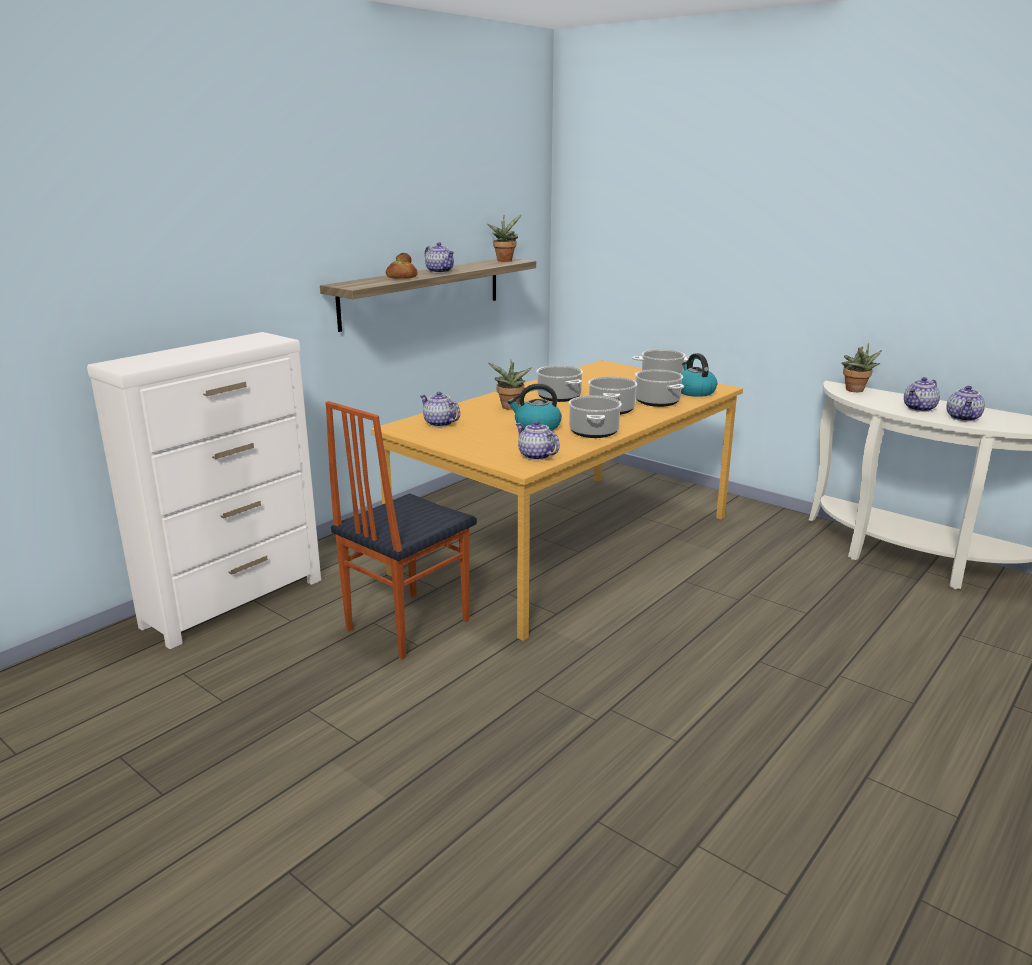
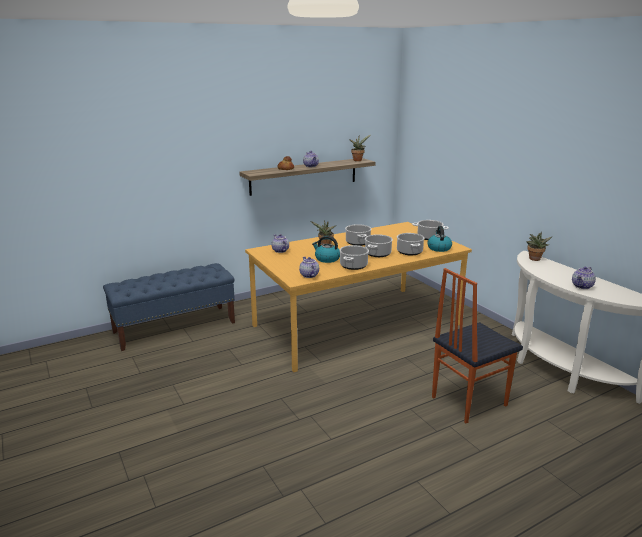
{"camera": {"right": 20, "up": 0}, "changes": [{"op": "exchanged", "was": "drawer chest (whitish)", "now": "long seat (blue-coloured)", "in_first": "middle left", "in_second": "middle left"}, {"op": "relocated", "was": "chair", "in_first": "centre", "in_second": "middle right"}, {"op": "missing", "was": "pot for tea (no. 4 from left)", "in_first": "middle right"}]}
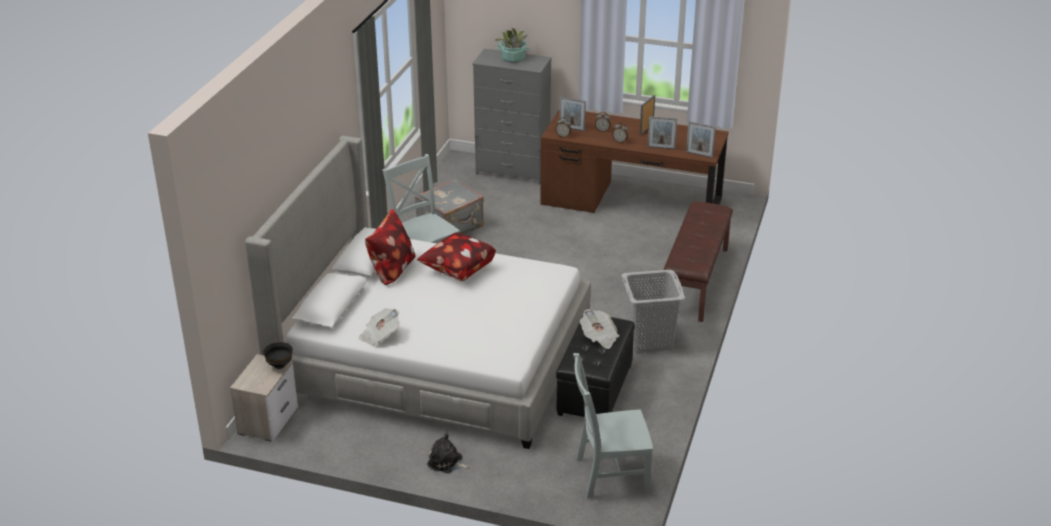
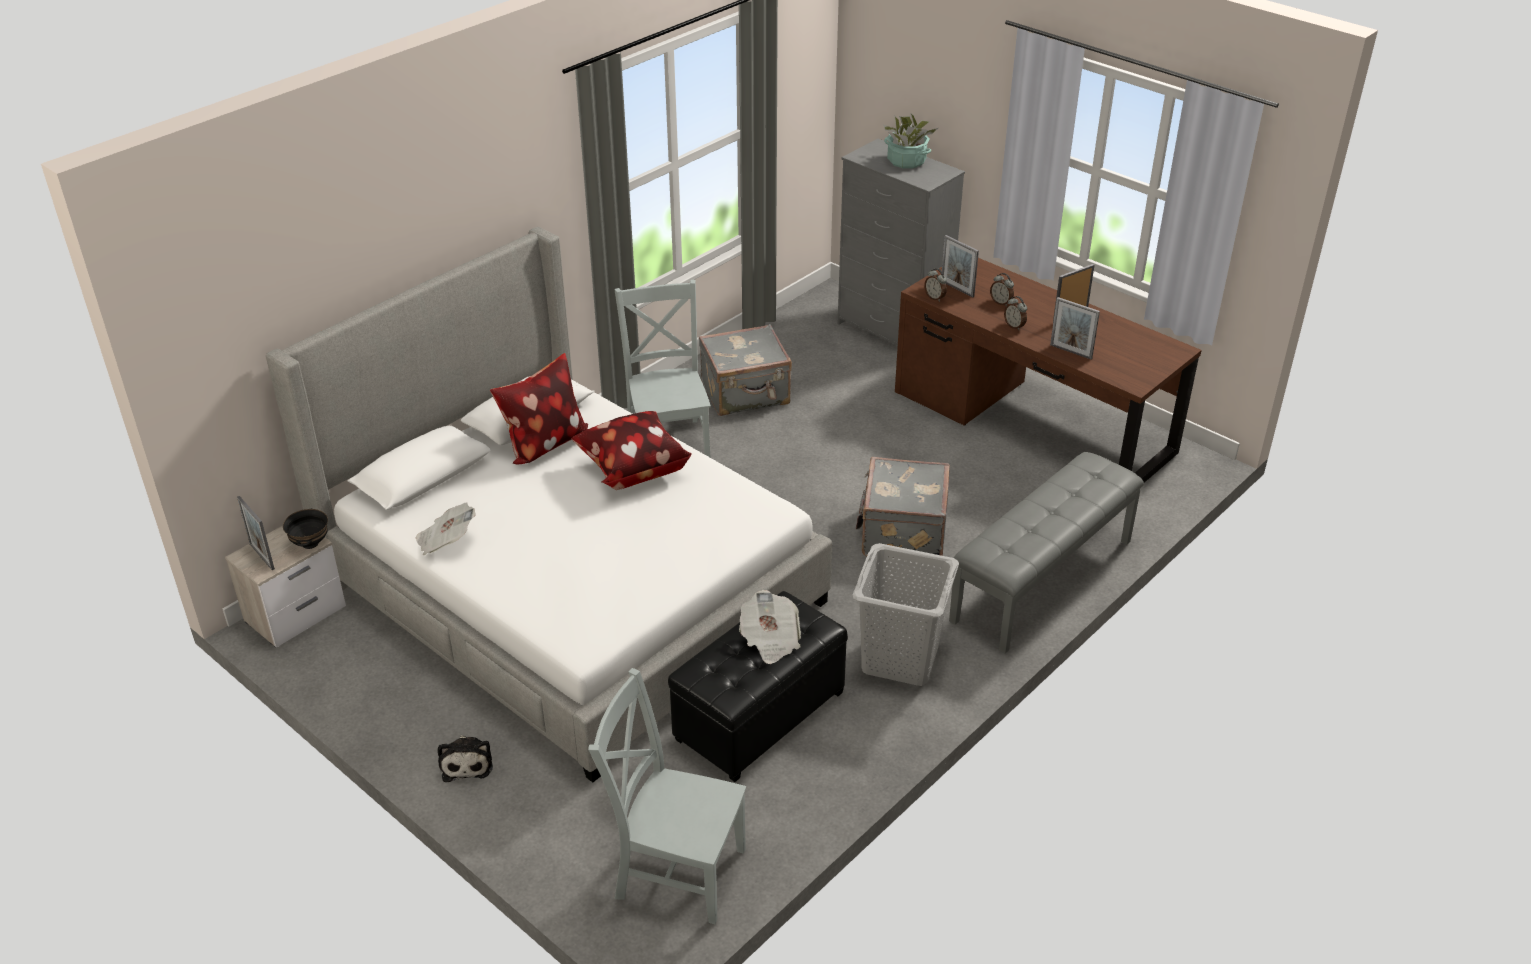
{"camera": {"right": 25, "up": 5}, "changes": [{"op": "relocated", "was": "picture frame (no. 4 from left in the first image)", "now": "picture frame (no. 1 from left)", "in_first": "top right", "in_second": "middle left"}, {"op": "spun", "was": "plush toy", "in_first": "bottom centre", "in_second": "bottom left", "clockwise": -150}, {"op": "appeared", "now": "travel case (gray) (no. 2 from left)", "in_second": "centre"}, {"op": "colour", "was": "long seat (brownish)", "now": "long seat (gray)", "in_first": "centre", "in_second": "middle right"}]}
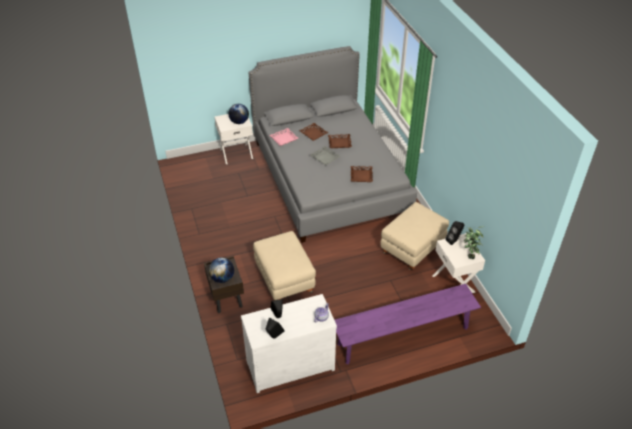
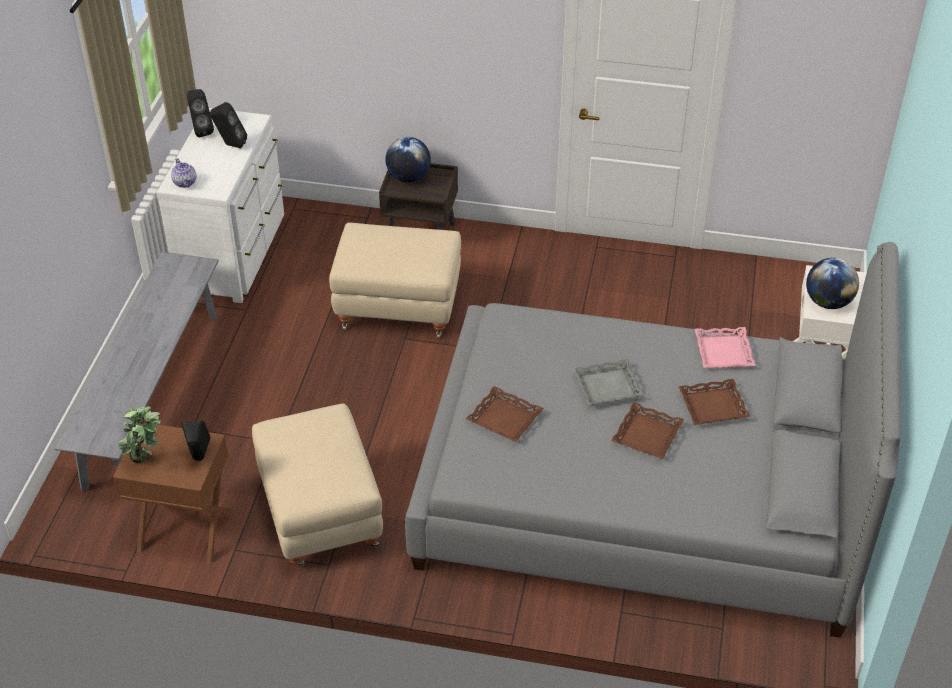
{"camera": {"right": 120, "up": 0}, "changes": [{"op": "colour", "was": "long seat (purple)", "now": "long seat (gray)", "in_first": "bottom centre", "in_second": "middle left"}, {"op": "colour", "was": "nightstand (whitish) (no. 2 from left)", "now": "nightstand (brownish) (no. 1 from left)", "in_first": "middle right", "in_second": "bottom left"}]}
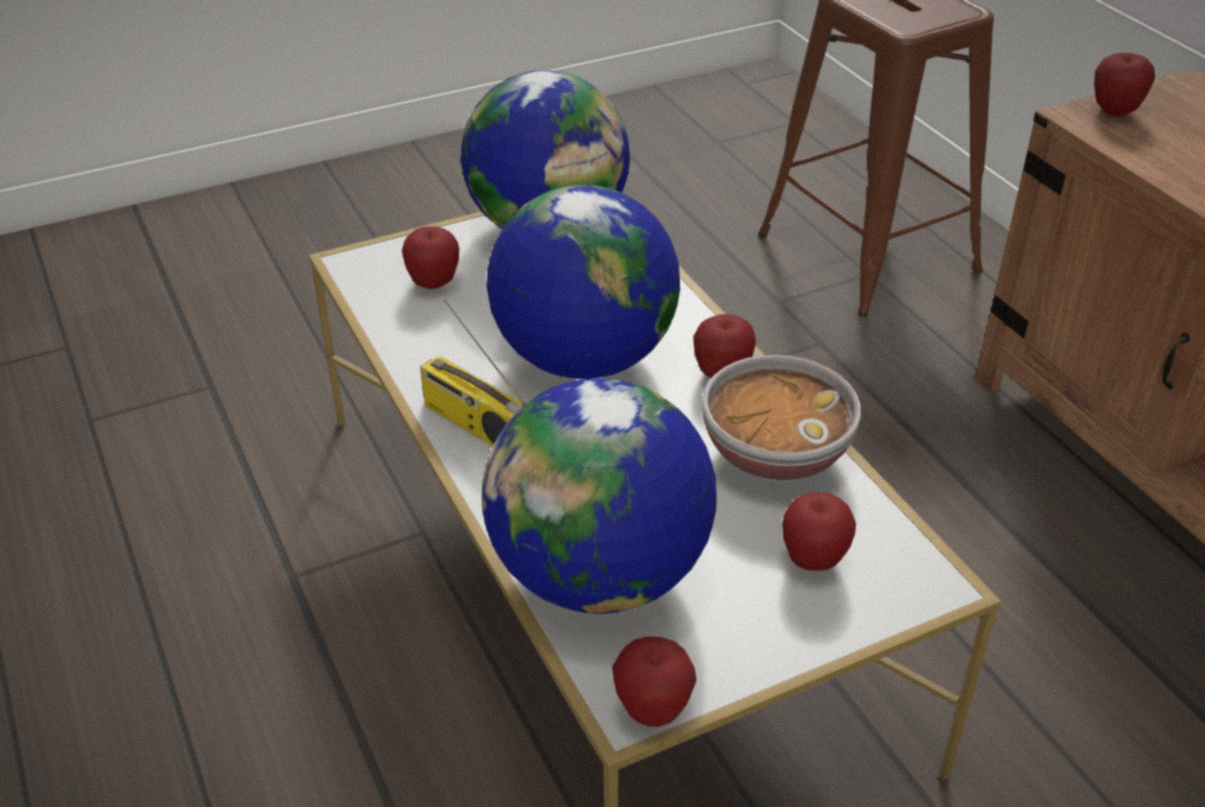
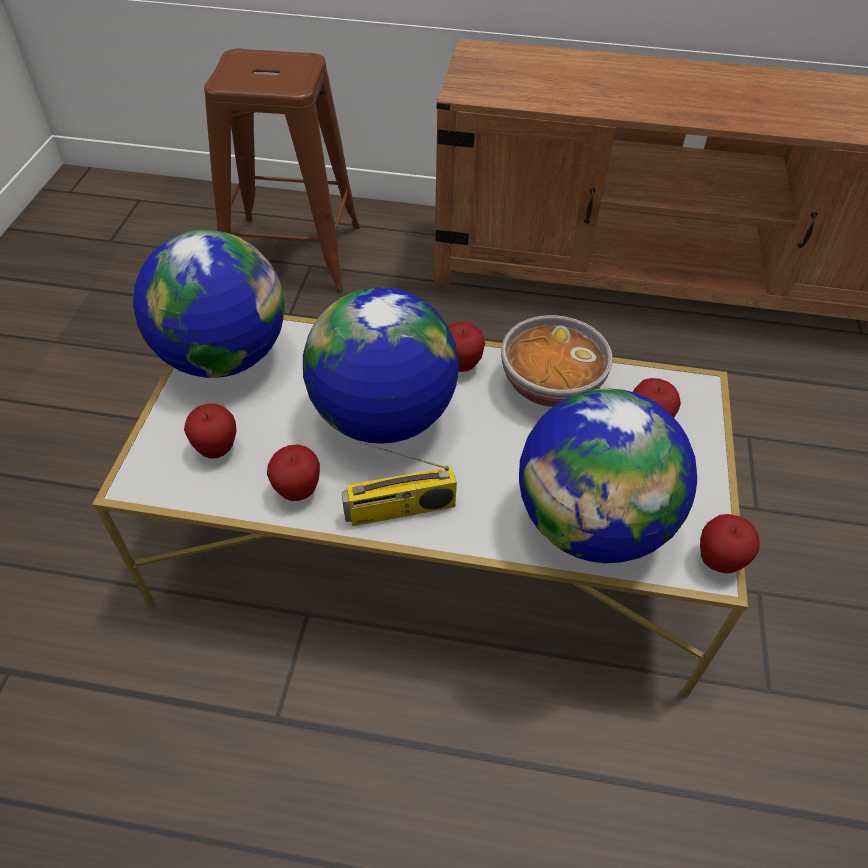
{"camera": {"right": -55, "up": 10}, "changes": [{"op": "relocated", "was": "whole apple (no. 5 from left in the first image)", "now": "whole apple (no. 2 from left)", "in_first": "top right", "in_second": "centre"}]}
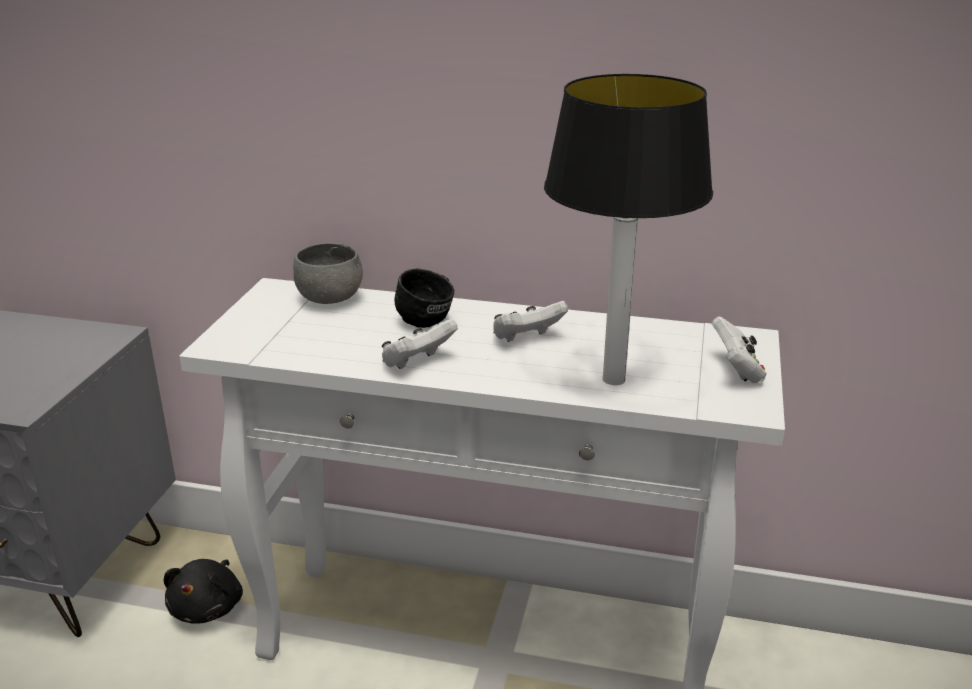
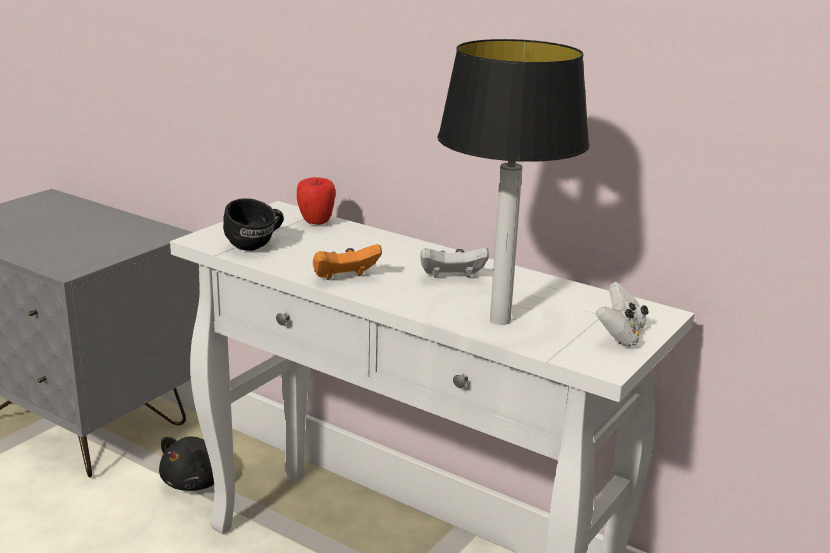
{"camera": {"right": 20, "up": -5}, "changes": [{"op": "relocated", "was": "mug (black-coloured)", "in_first": "centre", "in_second": "middle left"}, {"op": "exchanged", "was": "serving bowl (gray)", "now": "whole apple", "in_first": "centre", "in_second": "centre"}, {"op": "colour", "was": "game controller (whitish) (no. 1 from left)", "now": "game controller (orange)", "in_first": "centre", "in_second": "centre"}]}
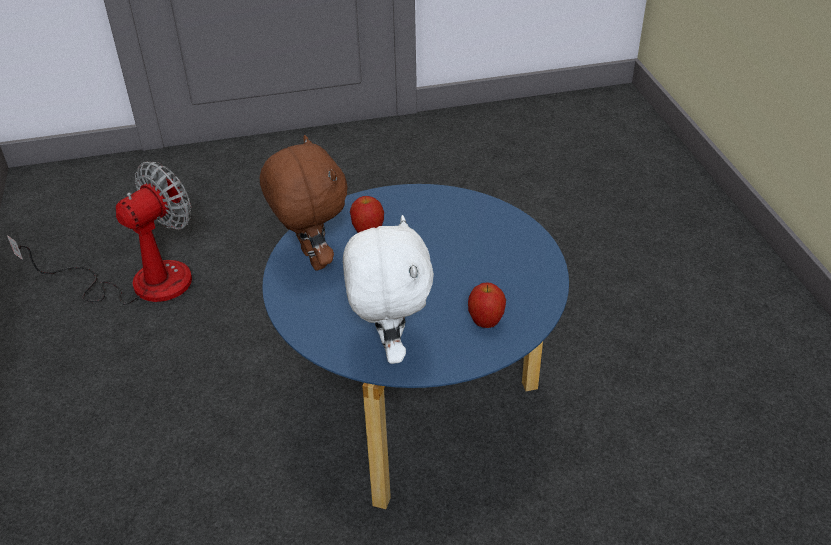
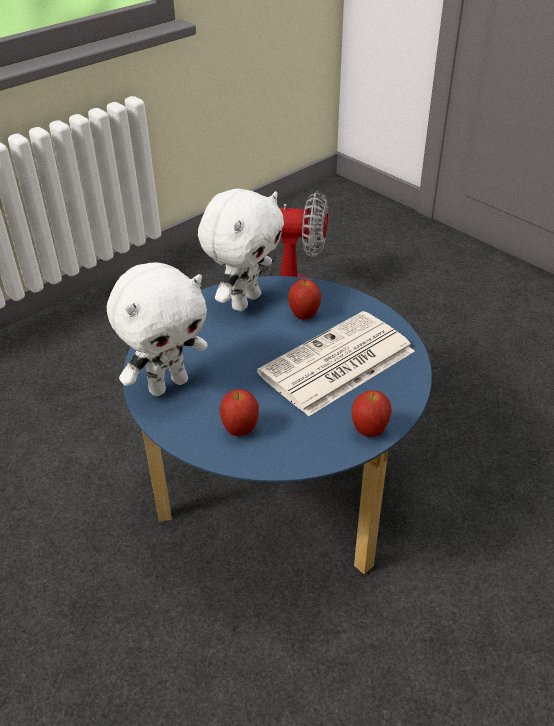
{"camera": {"right": 60, "up": 0}, "changes": [{"op": "colour", "was": "plush toy (brownish)", "now": "plush toy (whitish) (no. 2 from left)", "in_first": "centre", "in_second": "centre"}, {"op": "appeared", "now": "printed paper", "in_second": "centre"}, {"op": "appeared", "now": "whole apple (no. 3 from left)", "in_second": "middle right"}]}
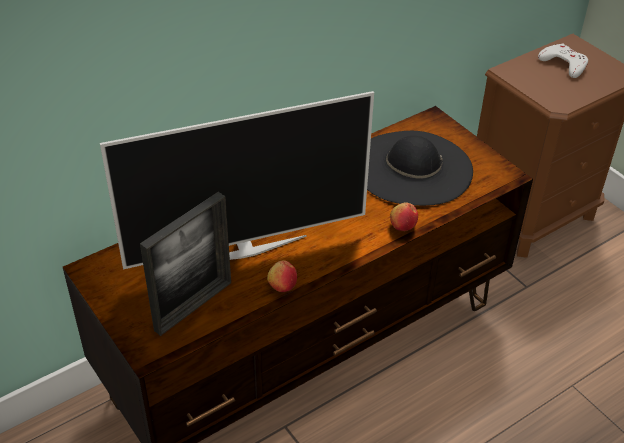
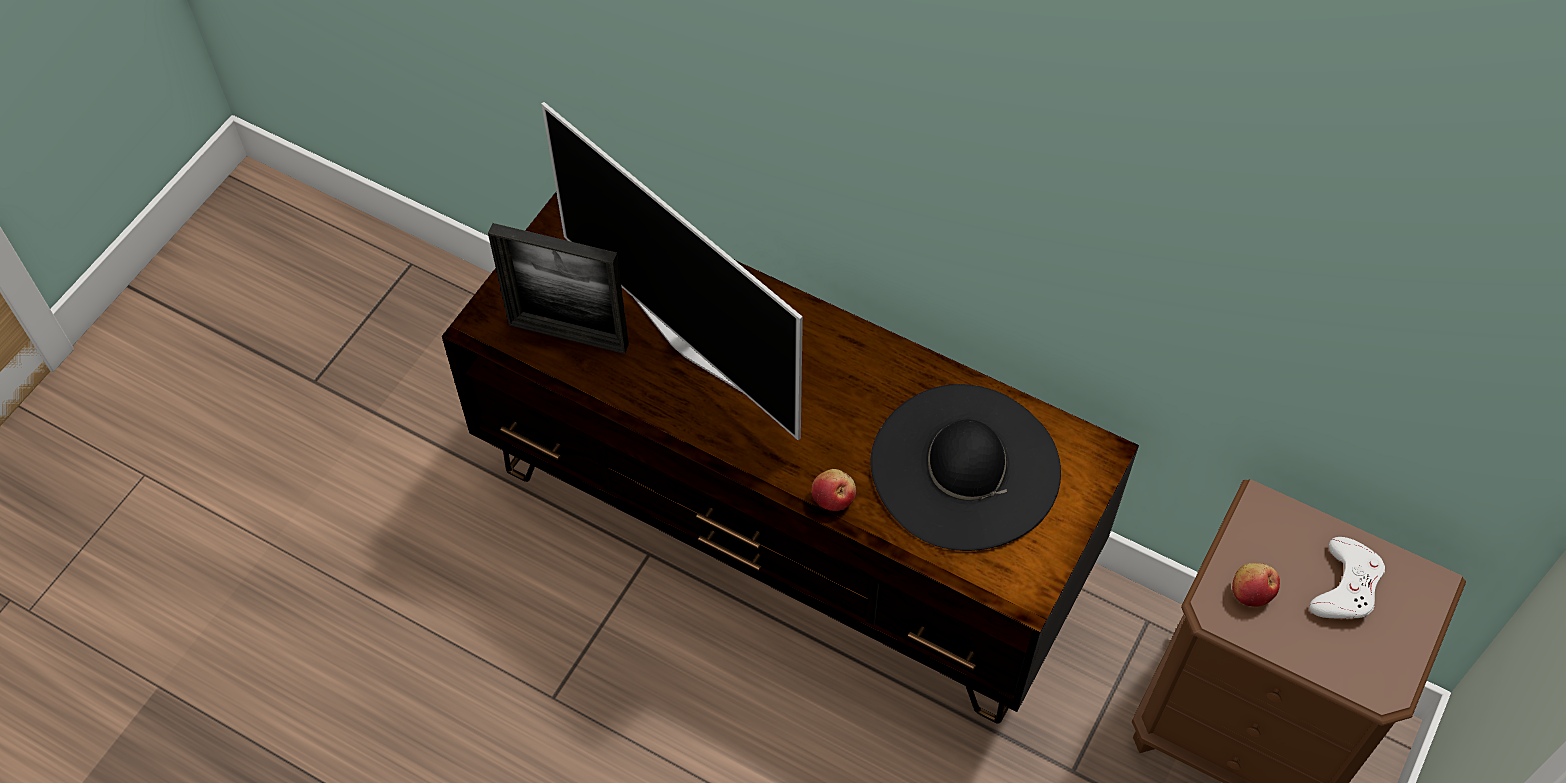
{"camera": {"right": 65, "up": 15}, "changes": [{"op": "relocated", "was": "whole apple (no. 1 from left in the first image)", "now": "whole apple (no. 2 from left)", "in_first": "centre", "in_second": "bottom right"}]}
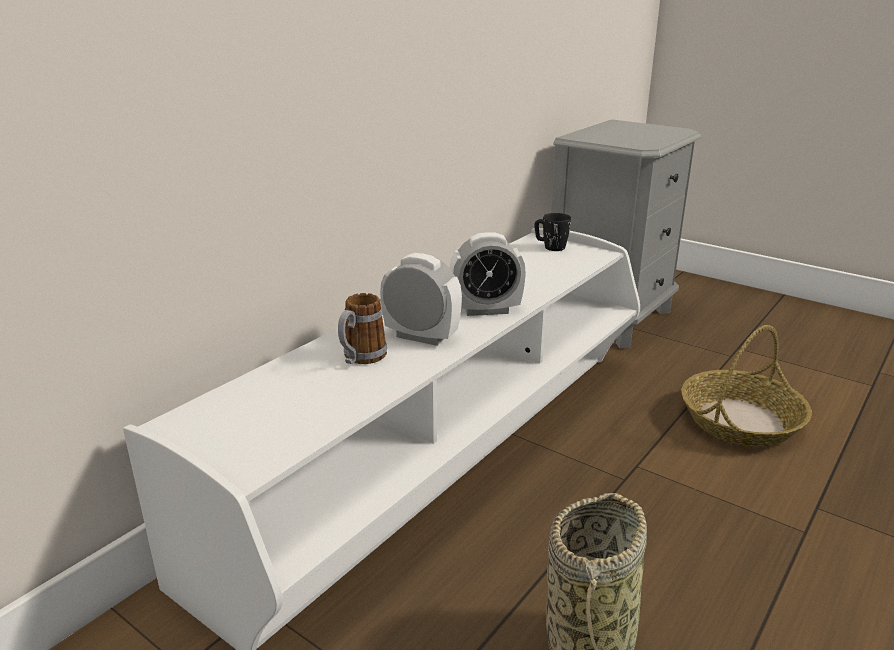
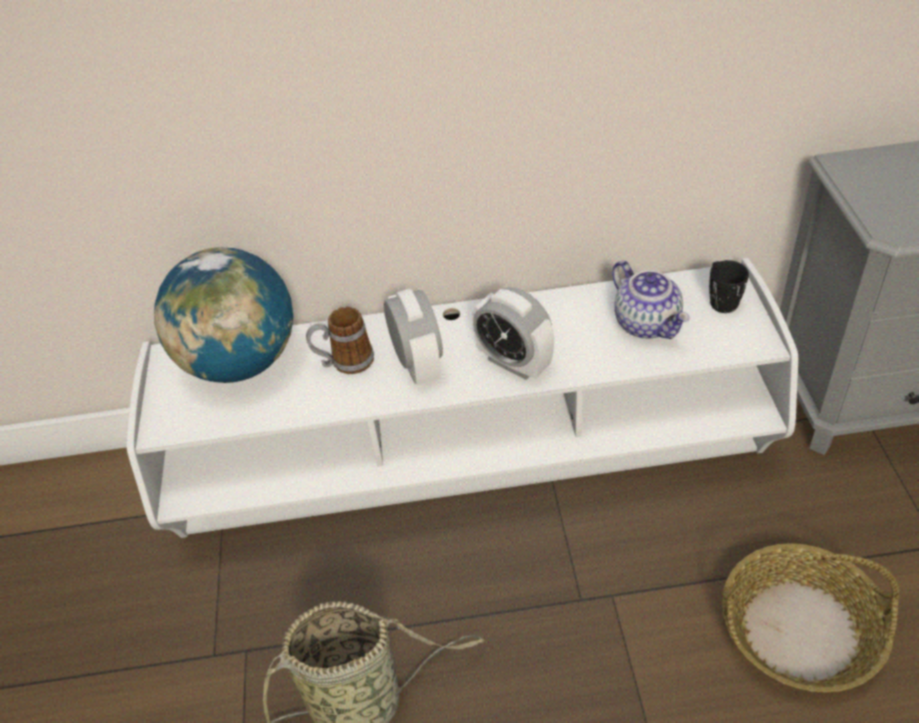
{"camera": {"right": 50, "up": 20}, "changes": [{"op": "appeared", "now": "globe", "in_second": "middle left"}, {"op": "appeared", "now": "pot for tea", "in_second": "middle right"}]}
